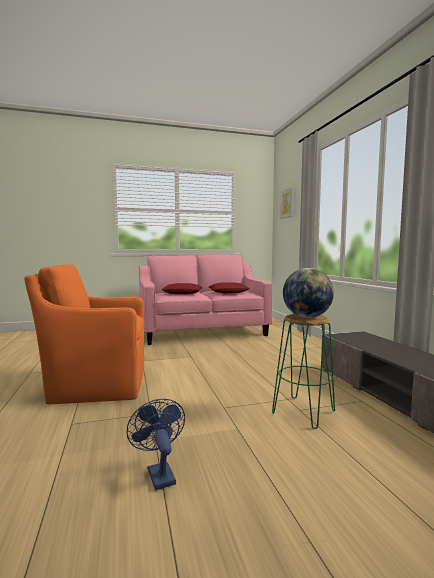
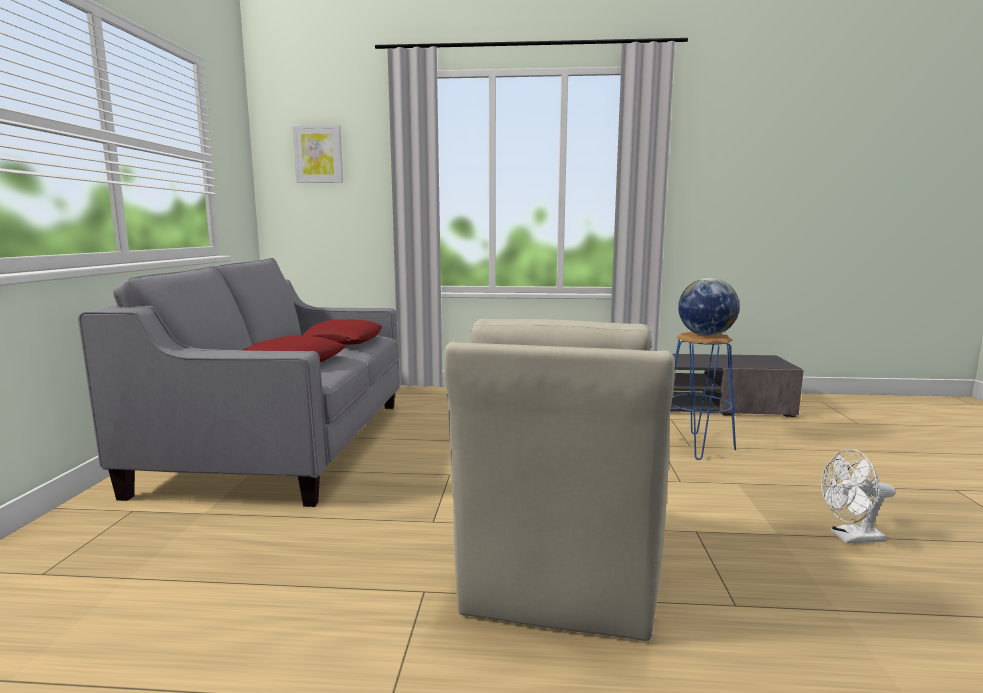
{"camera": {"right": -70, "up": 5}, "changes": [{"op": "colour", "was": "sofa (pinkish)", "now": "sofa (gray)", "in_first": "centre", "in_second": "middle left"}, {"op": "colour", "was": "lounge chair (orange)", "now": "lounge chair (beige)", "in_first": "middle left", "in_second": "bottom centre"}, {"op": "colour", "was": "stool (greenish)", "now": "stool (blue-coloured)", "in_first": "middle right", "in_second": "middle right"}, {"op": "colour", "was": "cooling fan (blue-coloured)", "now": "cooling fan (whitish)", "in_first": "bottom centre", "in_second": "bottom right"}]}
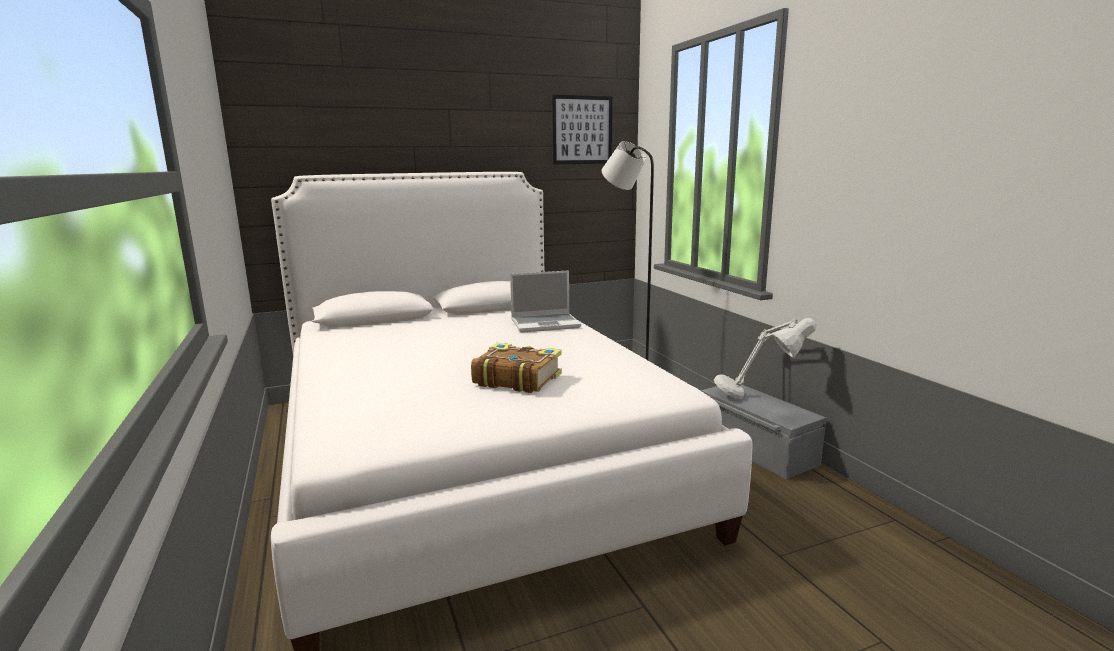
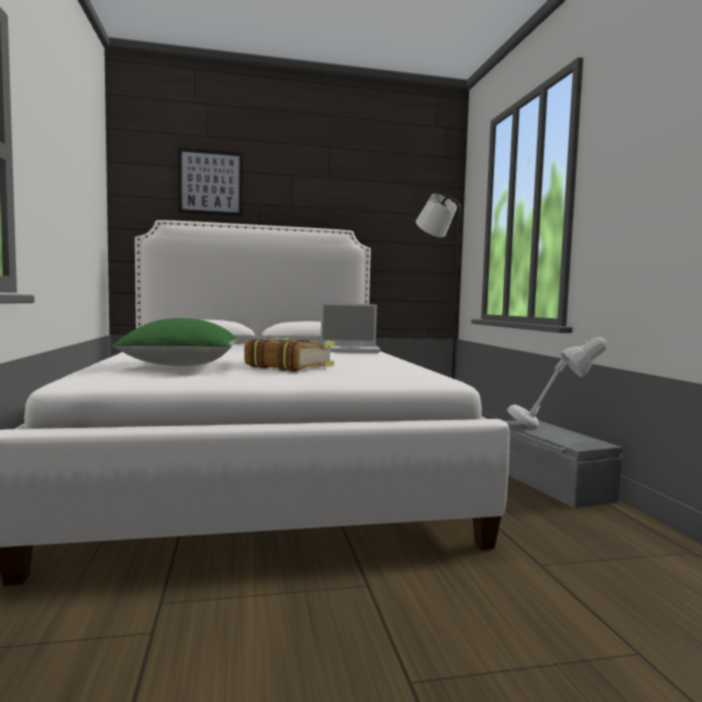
{"camera": {"right": 10, "up": -10}, "changes": [{"op": "appeared", "now": "cushion (greenish)", "in_second": "middle left"}, {"op": "relocated", "was": "wall picture", "in_first": "top centre", "in_second": "top left"}]}
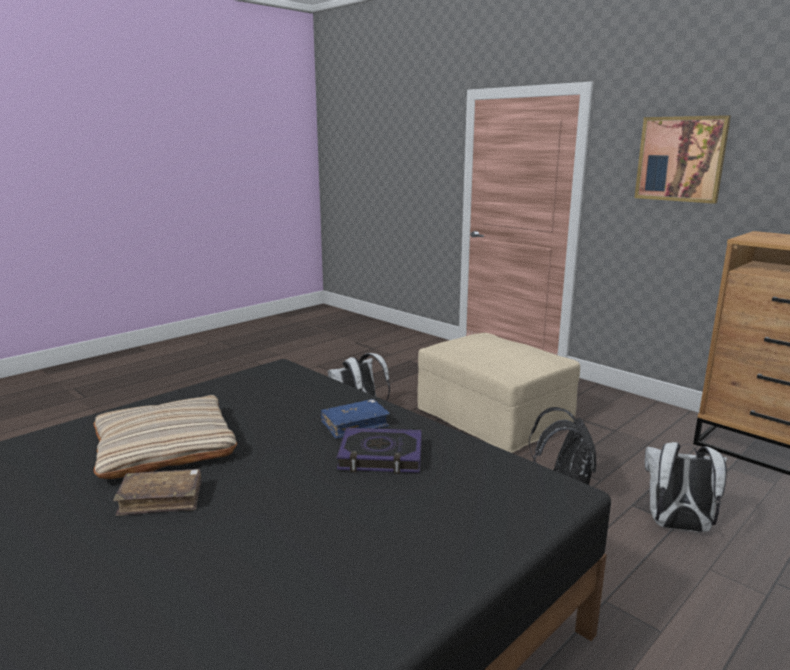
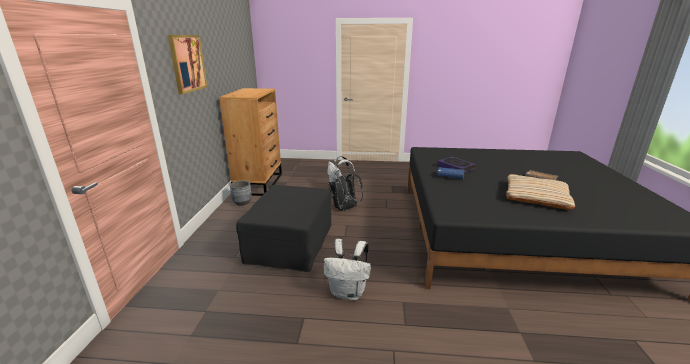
{"camera": {"right": -130, "up": 5}, "changes": [{"op": "appeared", "now": "plant pot (gray)", "in_second": "centre"}, {"op": "colour", "was": "footrest (beige)", "now": "footrest (black-coloured)", "in_first": "centre", "in_second": "centre"}]}
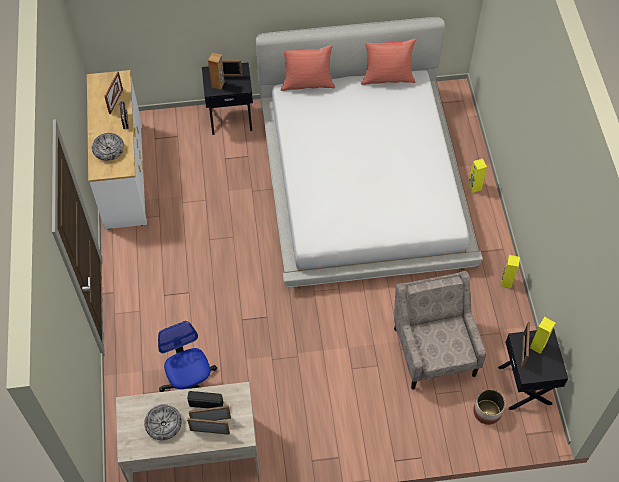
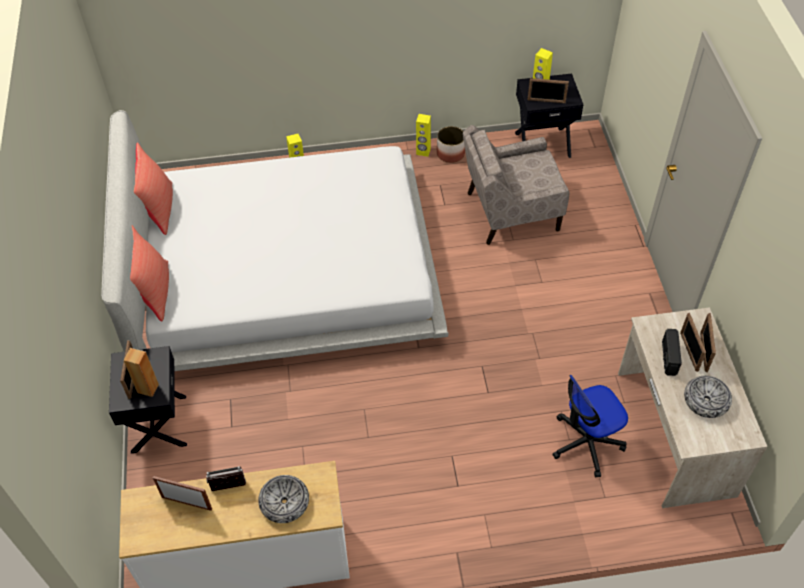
{"camera": {"right": -90, "up": -5}, "changes": [{"op": "relocated", "was": "plant pot", "in_first": "bottom right", "in_second": "top centre"}]}
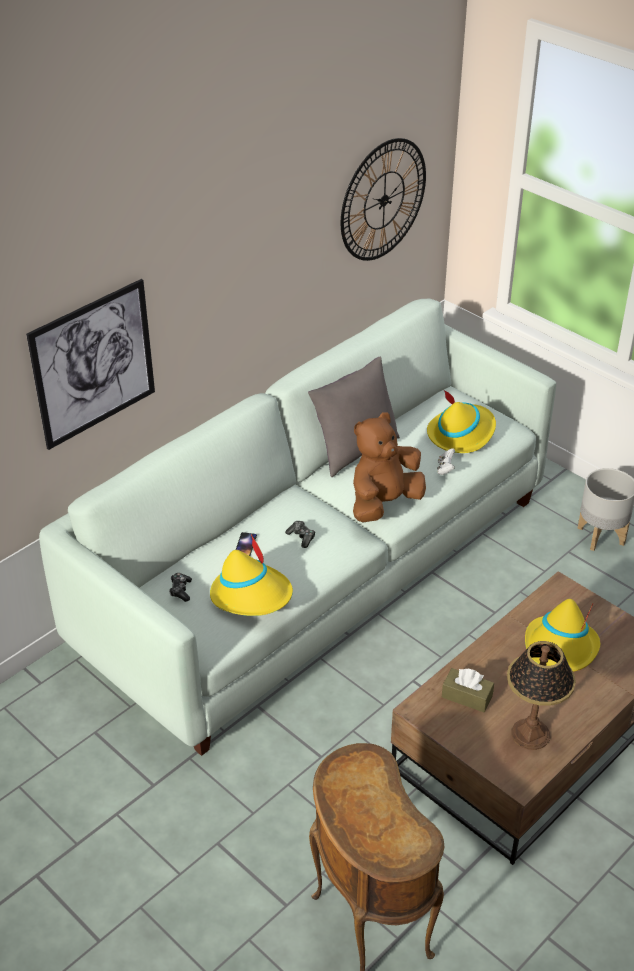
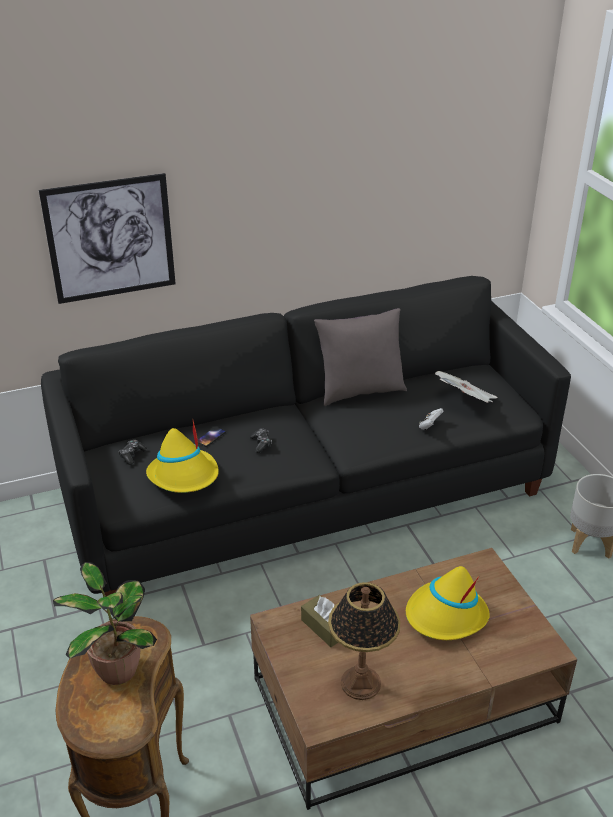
{"camera": {"right": 25, "up": -5}, "changes": [{"op": "colour", "was": "sofa (whitish)", "now": "sofa (black-coloured)", "in_first": "centre", "in_second": "centre"}, {"op": "appeared", "now": "houseplant", "in_second": "bottom left"}, {"op": "exchanged", "was": "clothing hat (yellowish) (no. 2 from left)", "now": "printed paper", "in_first": "middle right", "in_second": "middle right"}, {"op": "missing", "was": "clock on the wall", "in_first": "top centre"}, {"op": "missing", "was": "plush toy (brownish)", "in_first": "centre"}]}
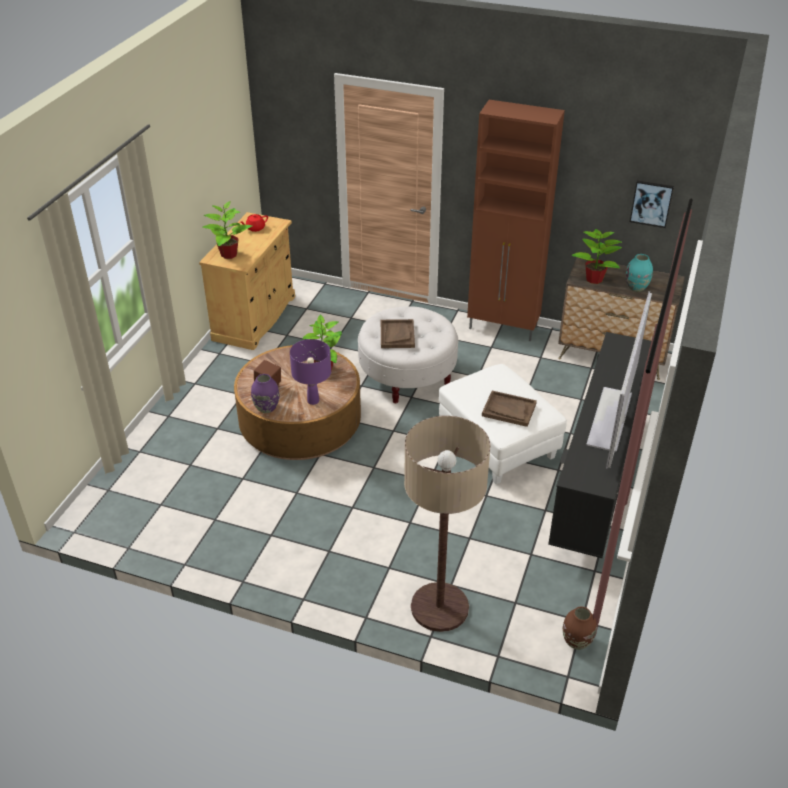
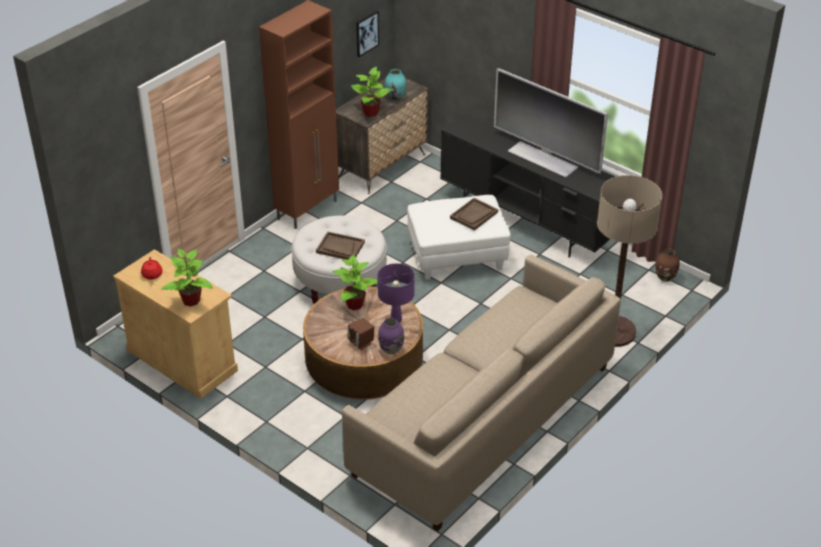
{"camera": {"right": -70, "up": 0}, "changes": [{"op": "appeared", "now": "sofa (beige)", "in_second": "bottom centre"}]}
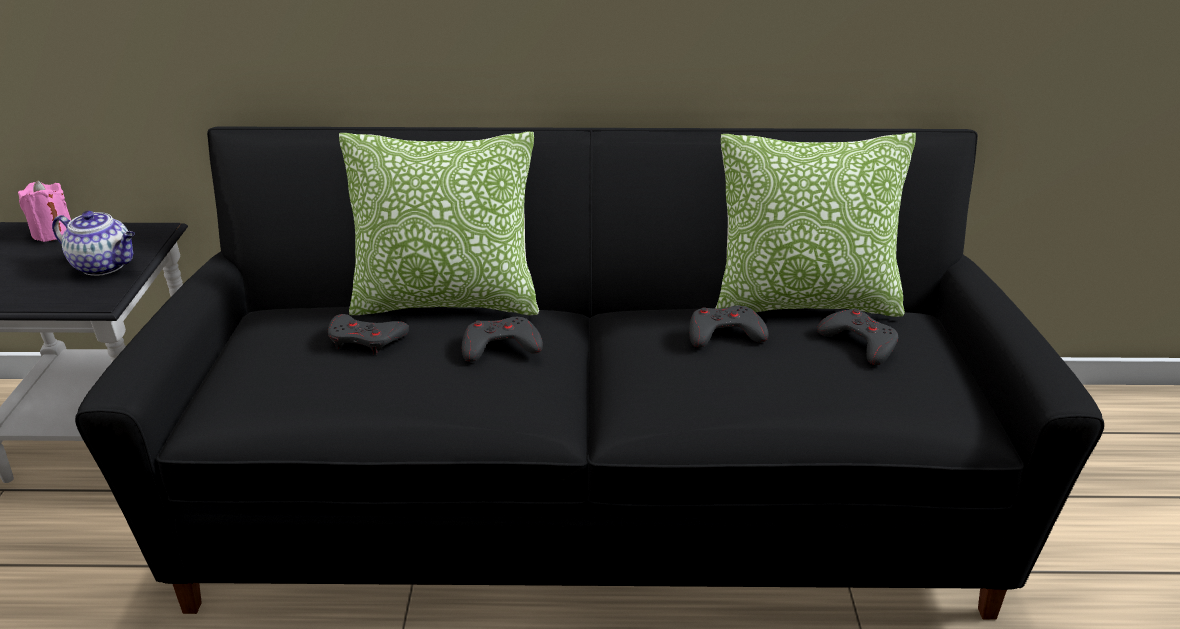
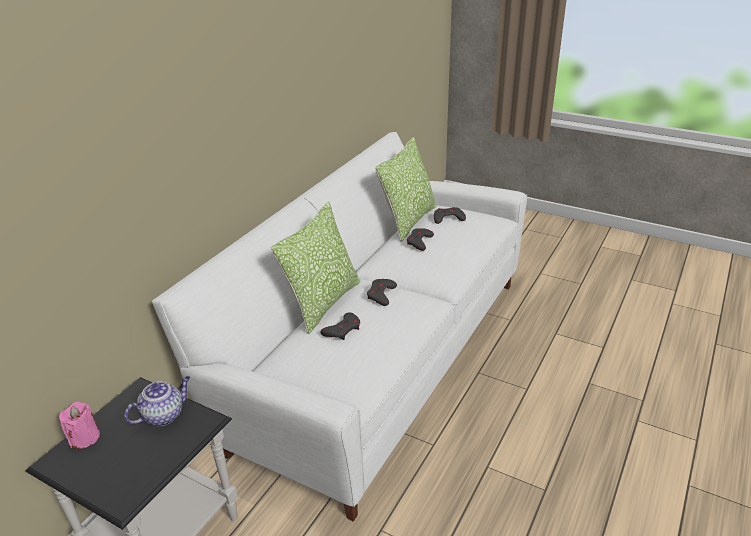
{"camera": {"right": -60, "up": 0}, "changes": [{"op": "colour", "was": "sofa (black-coloured)", "now": "sofa (whitish)", "in_first": "centre", "in_second": "centre"}]}
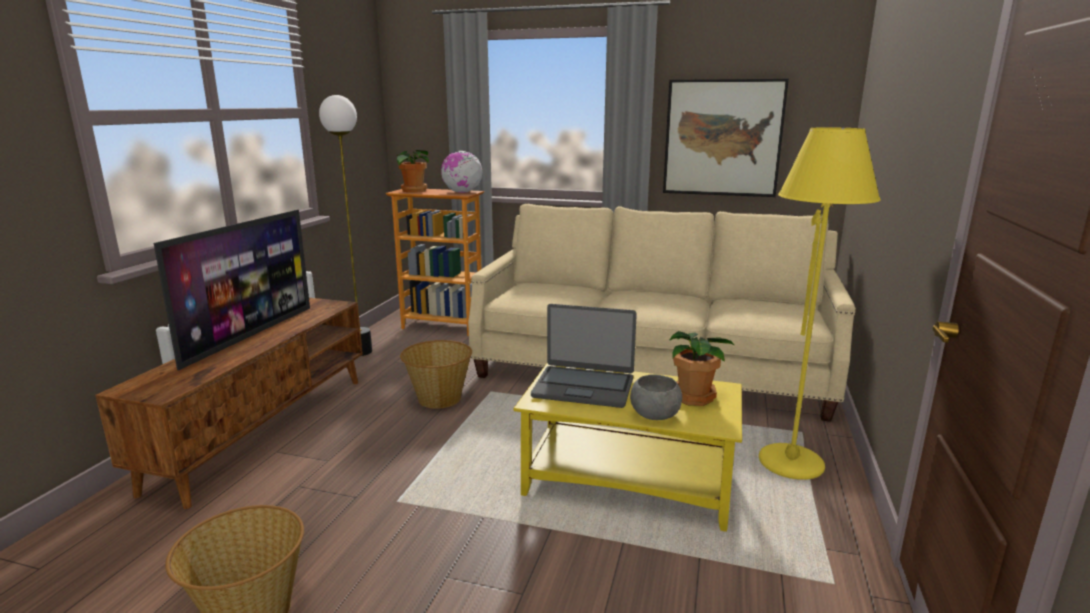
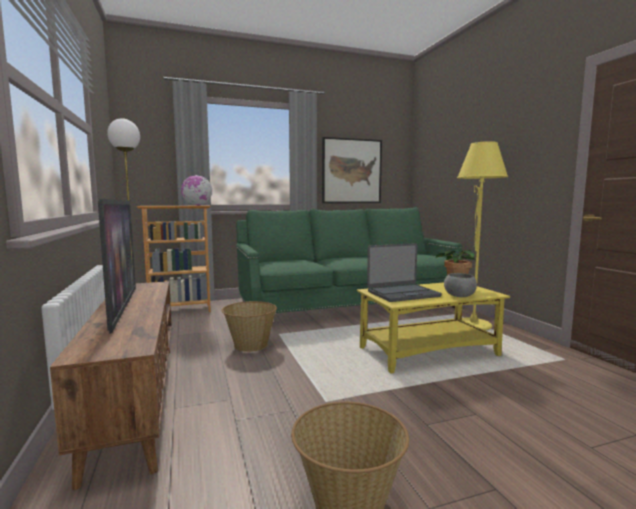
{"camera": {"right": -35, "up": -10}, "changes": [{"op": "colour", "was": "sofa (beige)", "now": "sofa (greenish)", "in_first": "centre", "in_second": "centre"}, {"op": "missing", "was": "houseplant (no. 1 from left)", "in_first": "top centre"}]}
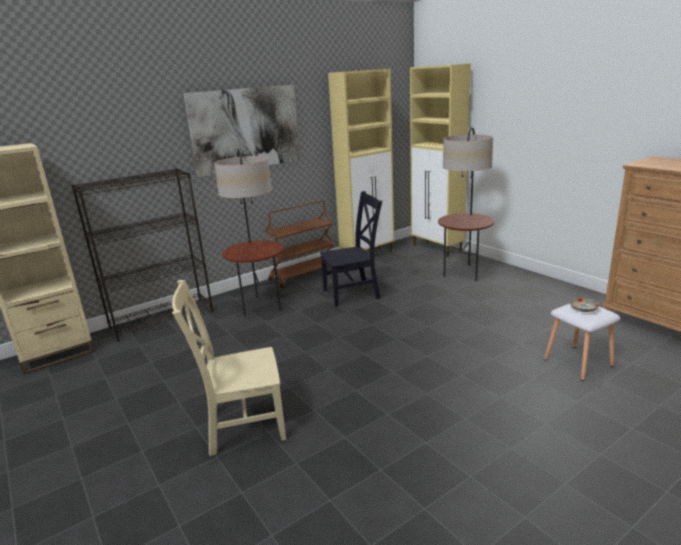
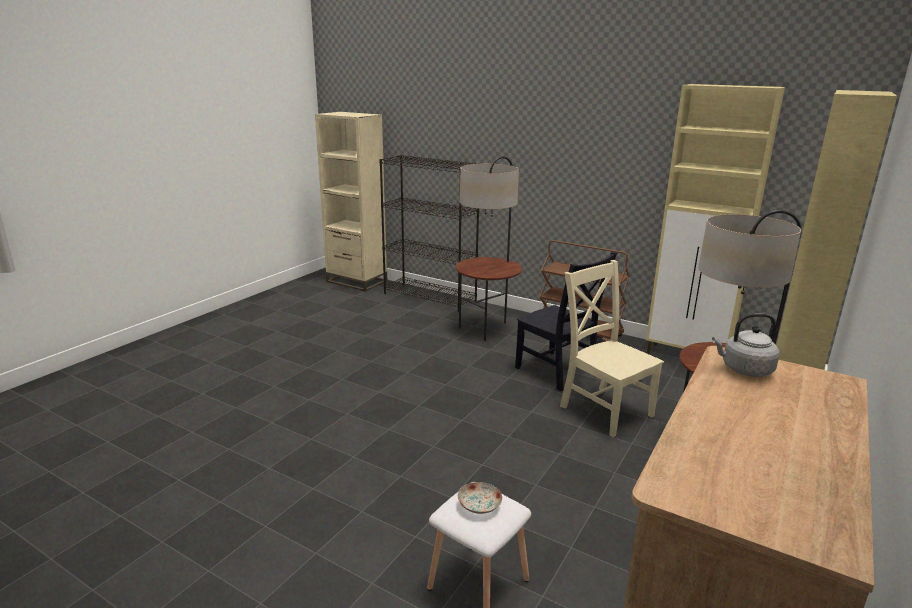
{"camera": {"right": 65, "up": 0}, "changes": [{"op": "relocated", "was": "chair (beige)", "in_first": "bottom centre", "in_second": "middle right"}, {"op": "appeared", "now": "water kettle (gray)", "in_second": "middle right"}, {"op": "missing", "was": "wall picture", "in_first": "top centre"}]}
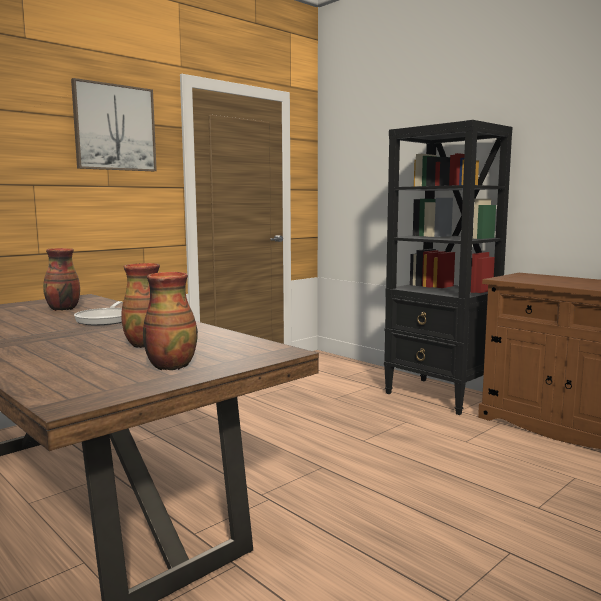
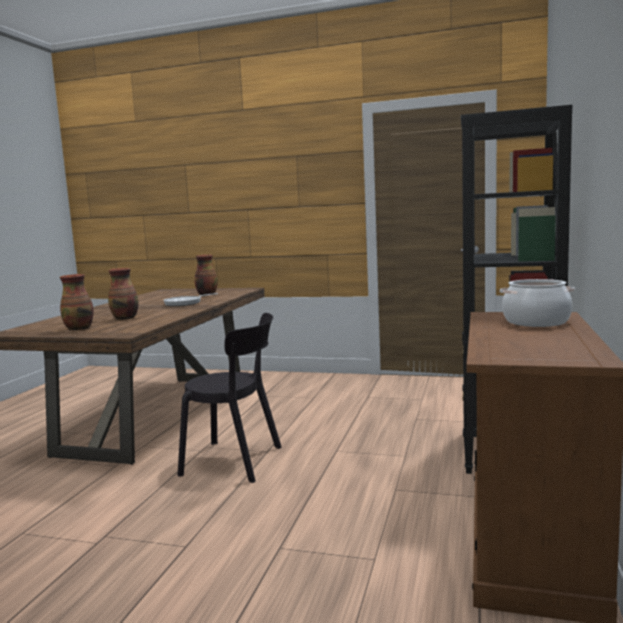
{"camera": {"right": 60, "up": 0}, "changes": [{"op": "appeared", "now": "chair (black-coloured)", "in_second": "centre"}, {"op": "appeared", "now": "stockpot", "in_second": "middle right"}, {"op": "missing", "was": "wall picture", "in_first": "top left"}]}
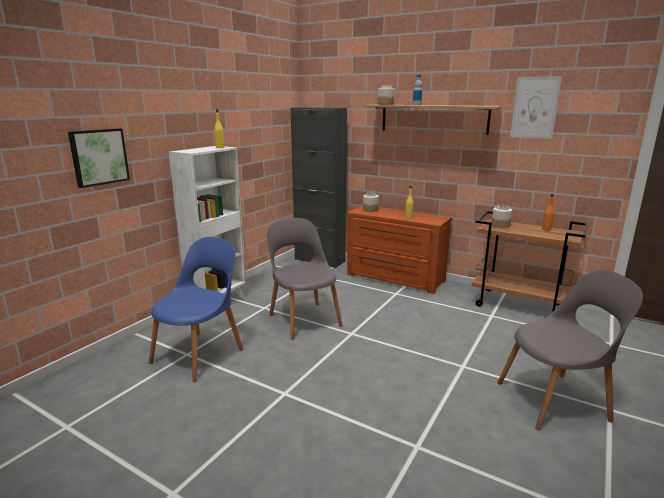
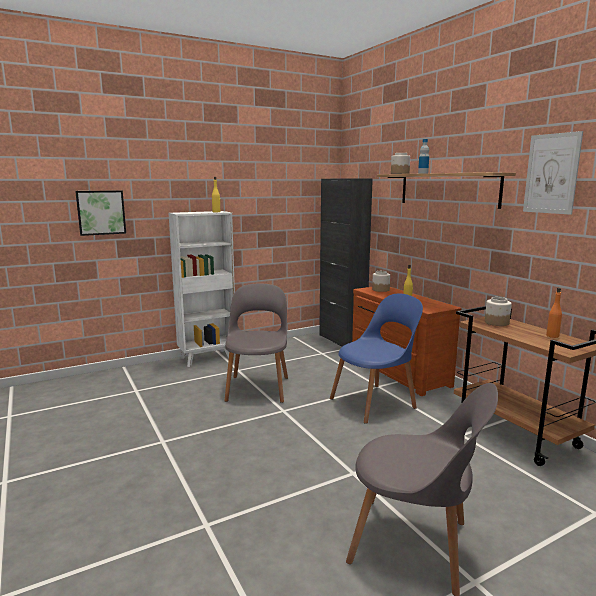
{"camera": {"right": 30, "up": -5}, "changes": [{"op": "relocated", "was": "chair (blue-coloured)", "in_first": "middle left", "in_second": "centre"}]}
